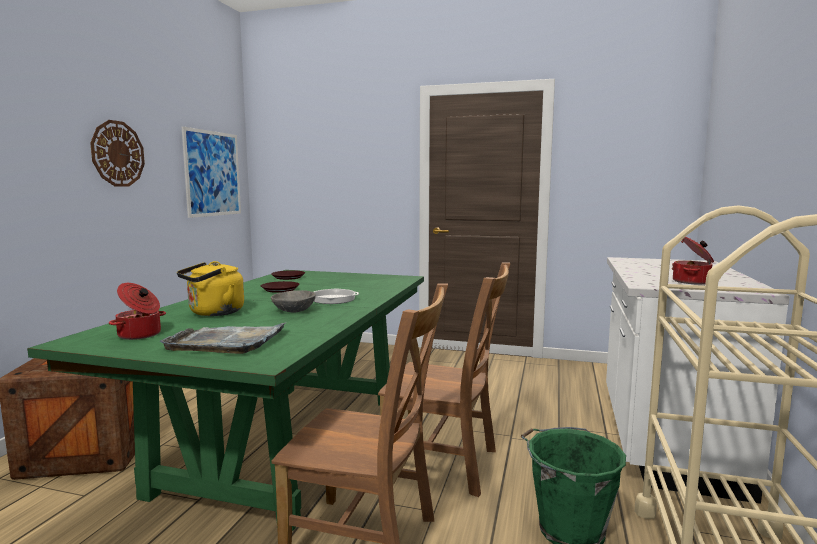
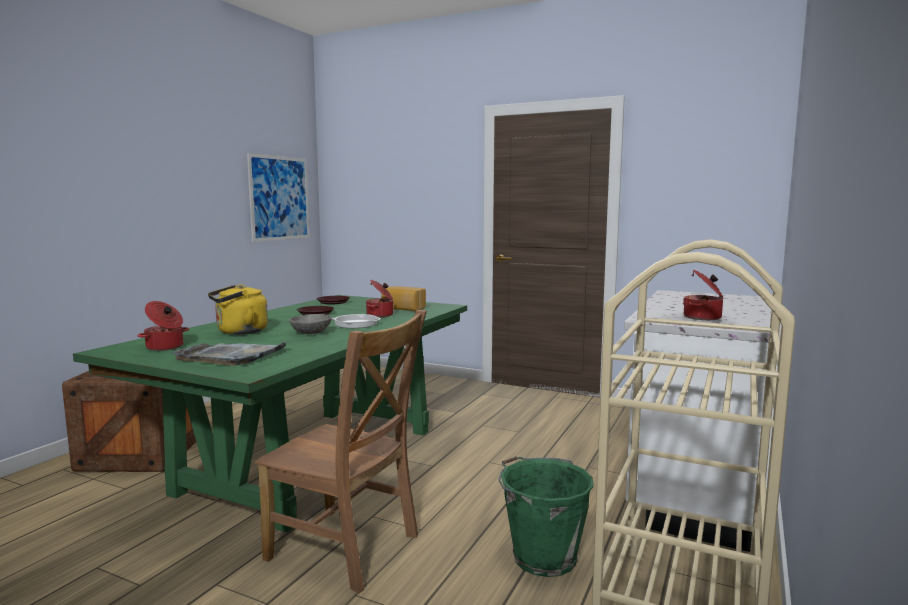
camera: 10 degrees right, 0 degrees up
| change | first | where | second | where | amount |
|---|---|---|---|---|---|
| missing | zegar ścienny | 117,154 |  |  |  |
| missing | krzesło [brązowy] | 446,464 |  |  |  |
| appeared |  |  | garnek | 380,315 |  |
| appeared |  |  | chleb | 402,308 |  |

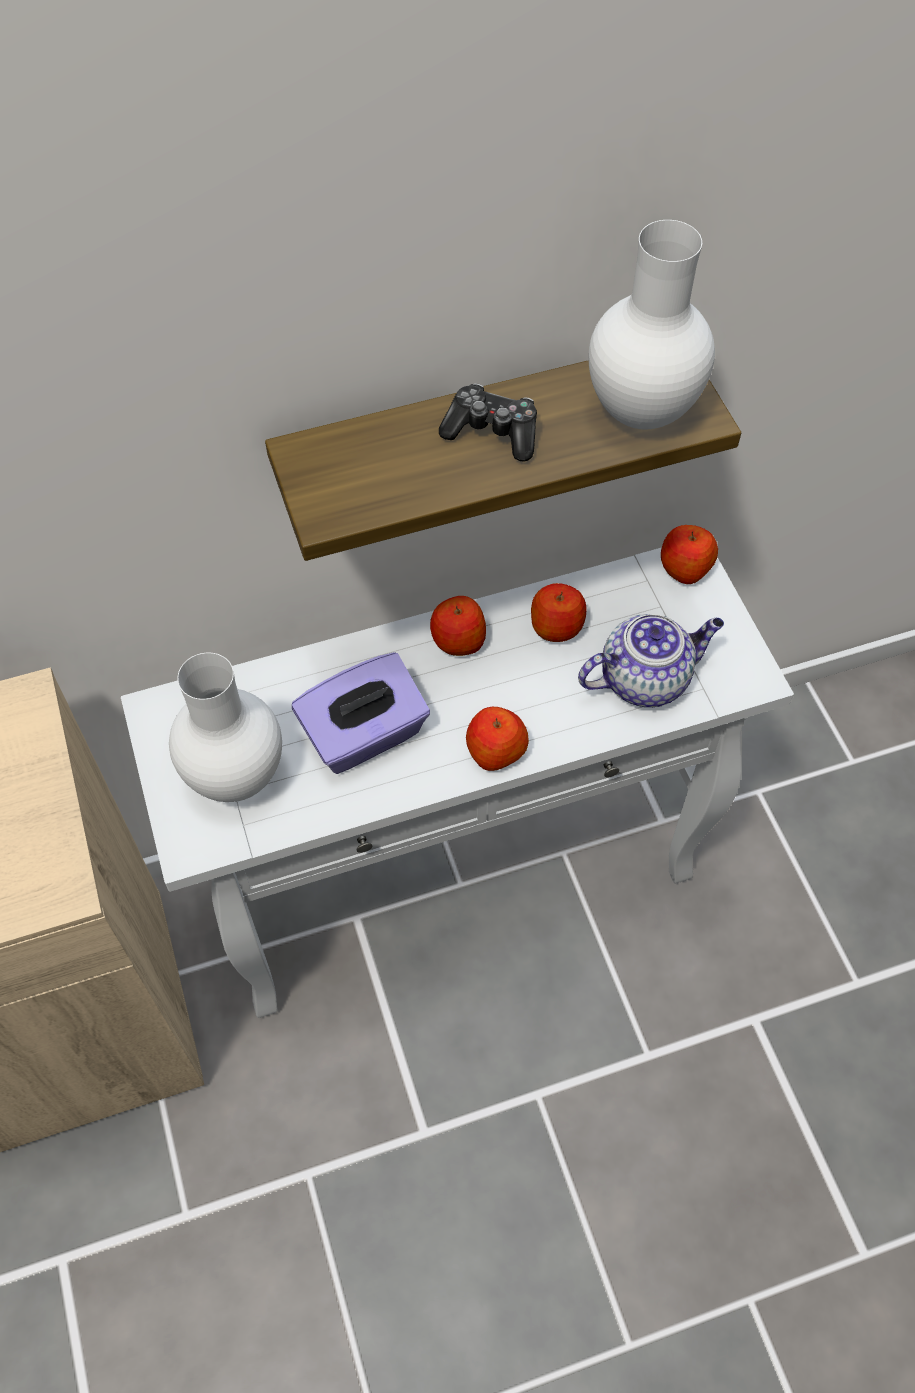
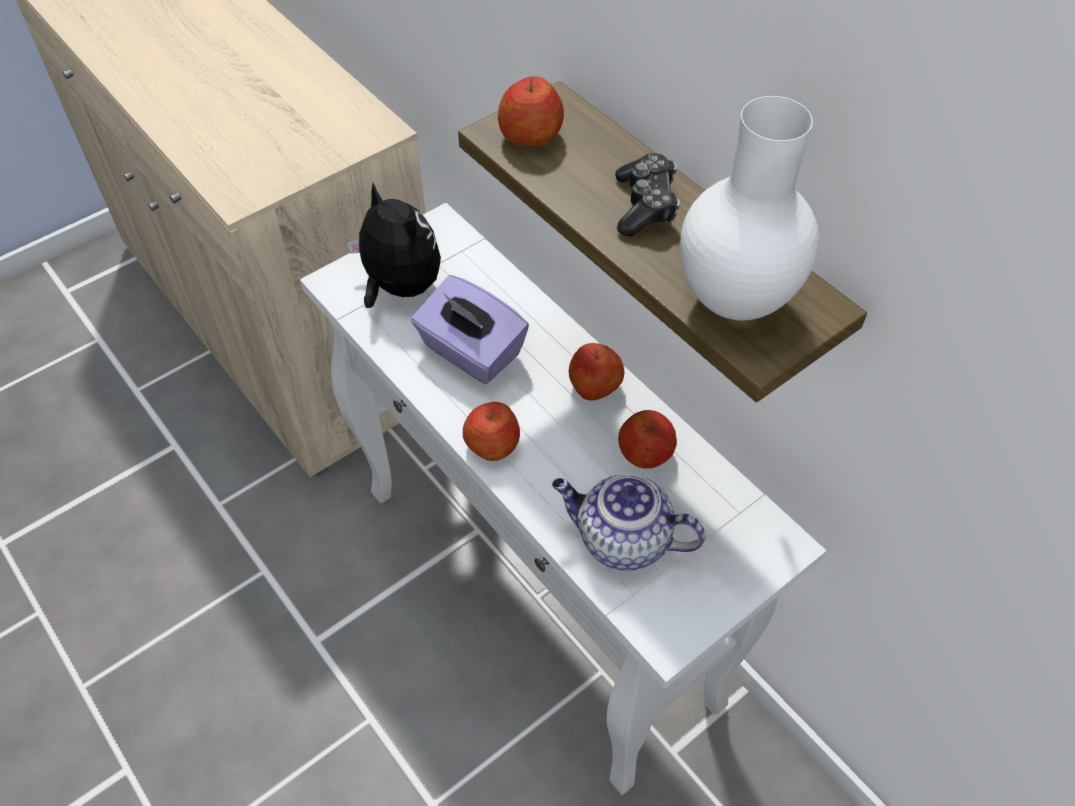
camera: 70 degrees right, 5 degrees down
| change | first | where | second | where | amount |
|---|---|---|---|---|---|
| relocated | jabłko | 685,568 |  | 531,134 |  |
| exchanged | wazon [biały] | 235,779 | pluszak | 399,287 |  |
| spun | imbryk | 645,678 |  | 621,540 | 150 degrees clockwise |

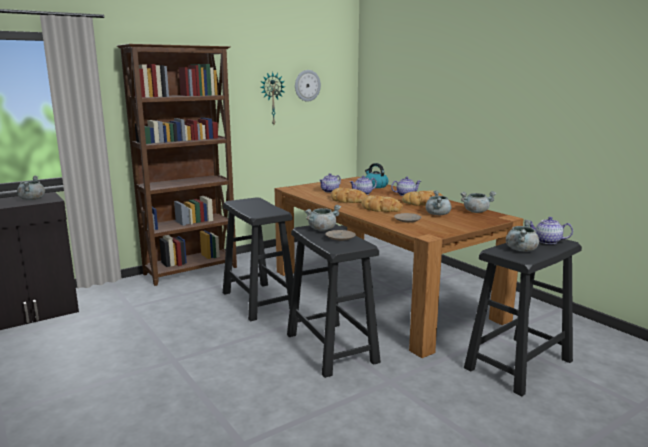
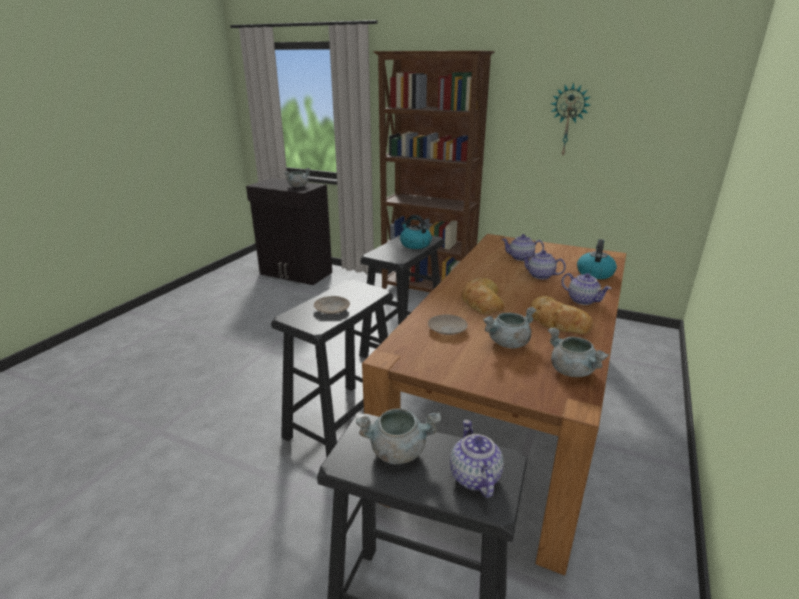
camera: 60 degrees right, 10 degrees up
| change | first | where | second | where | amount |
|---|---|---|---|---|---|
| missing | zegar ścienny | 307,85 |  |  |  |
| missing | garnek [szary] | 322,229 |  |  |  |
| missing | chleb | 347,200 |  |  |  |
| appeared |  |  | czajnik | 415,244 |  |

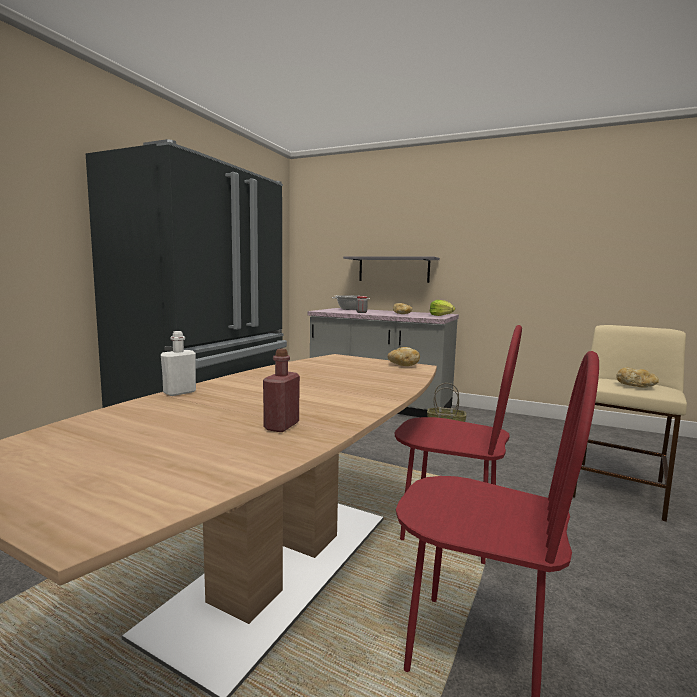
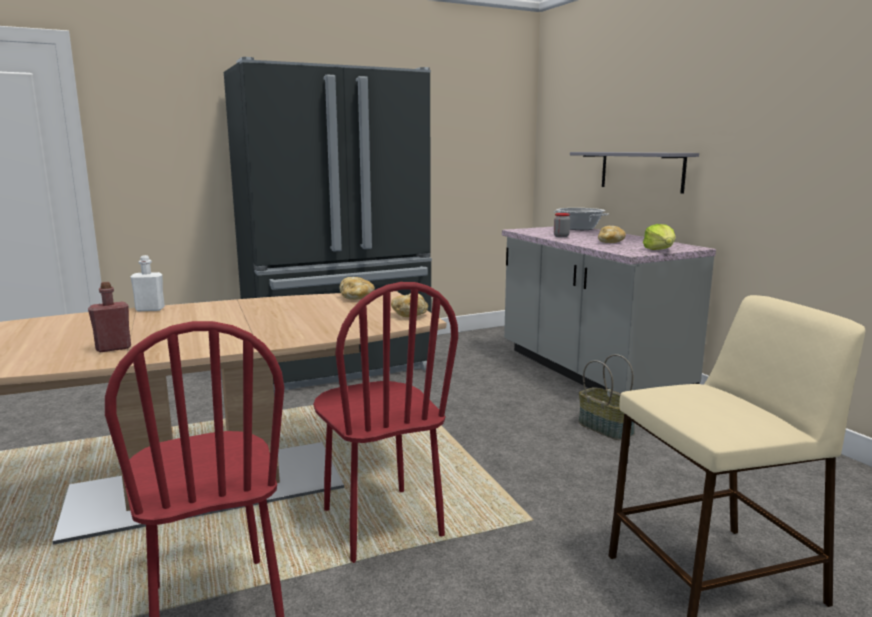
camera: 40 degrees right, 5 degrees up
| change | first | where | second | where | amount |
|---|---|---|---|---|---|
| relocated | chleb | 635,386 |  | 357,298 |  |

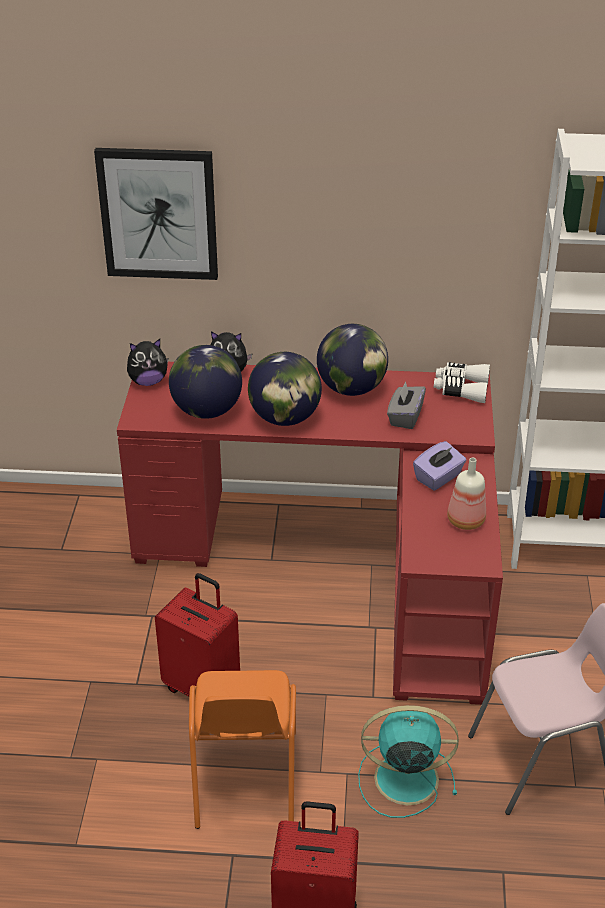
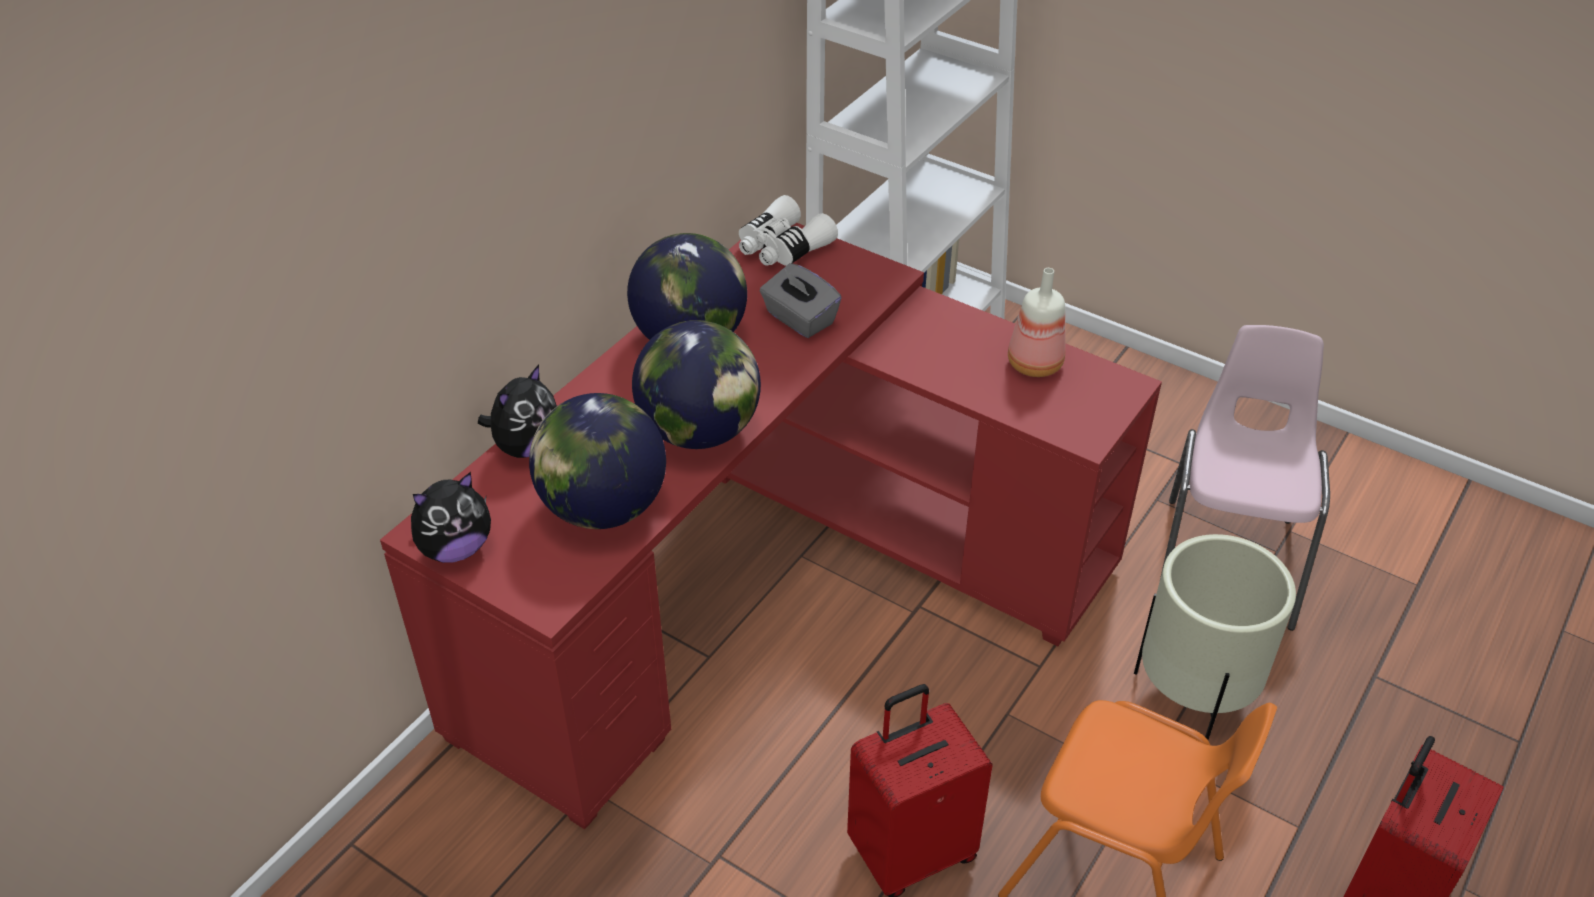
camera: 60 degrees left, 5 degrees up
| change | first | where | second | where | amount |
|---|---|---|---|---|---|
| missing | obraz | 158,214 |  |  |  |
| missing | pudełko chusteczek [fioletowy] | 438,478 |  |  |  |
| exchanged | wentylator [turkusowy] | 403,778 | donica [beżowy] | 1193,701 |  |
| spun | pluszak | 148,381 |  | 455,548 | 45 degrees clockwise |

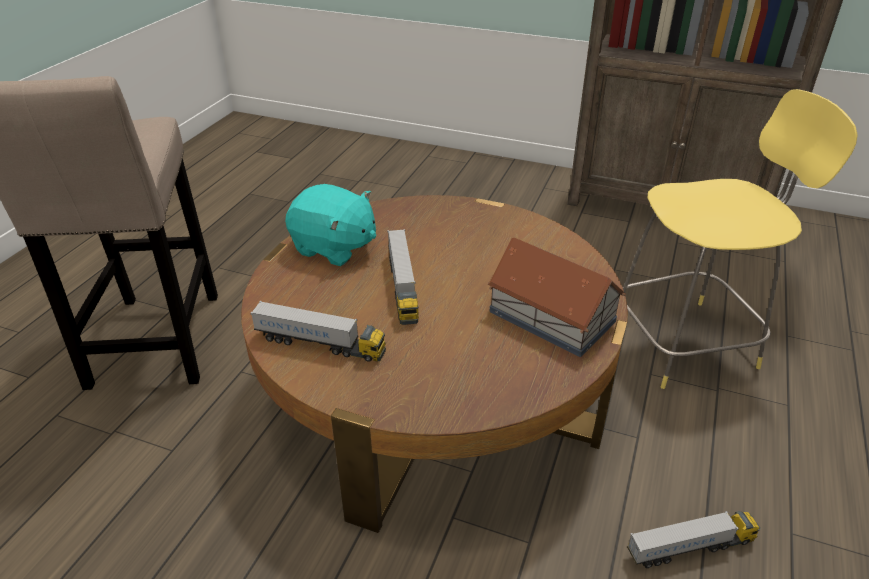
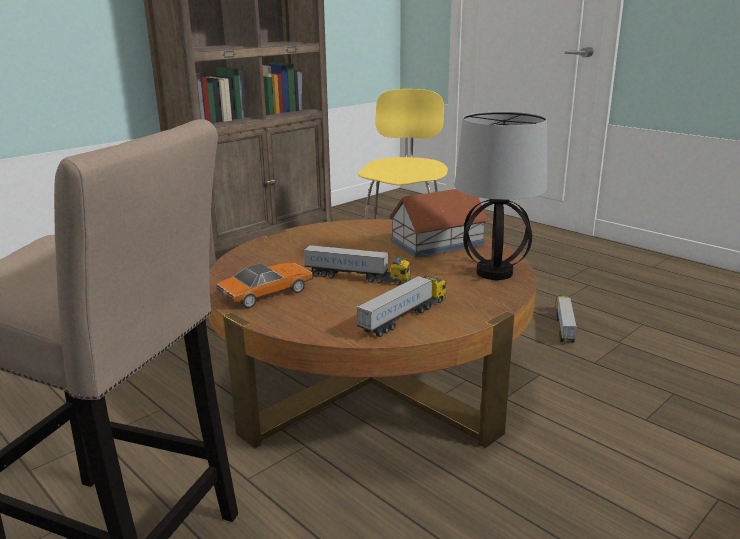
camera: 65 degrees left, 15 degrees down
| change | first | where | second | where | amount |
|---|---|---|---|---|---|
| appeared |  |  | lampa stołowa | 495,272 |  |
| exchanged | pluszak [turkusowy] | 334,248 | samochodzik | 266,293 |  |

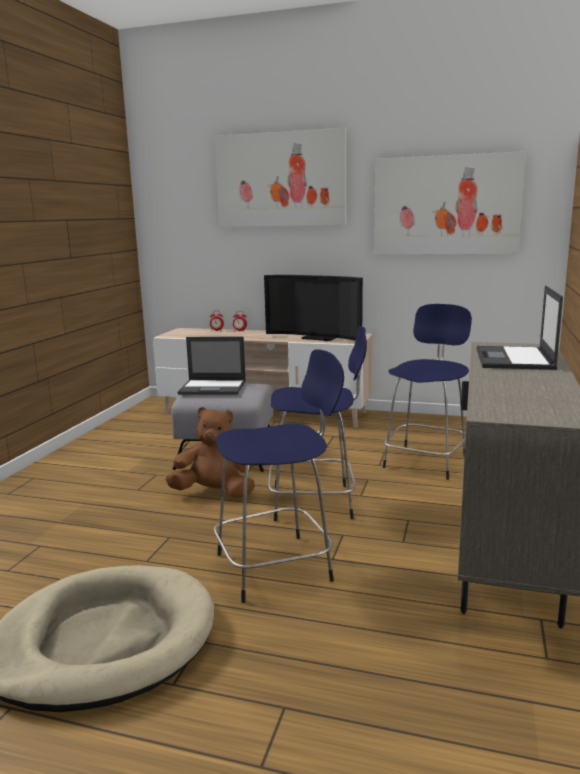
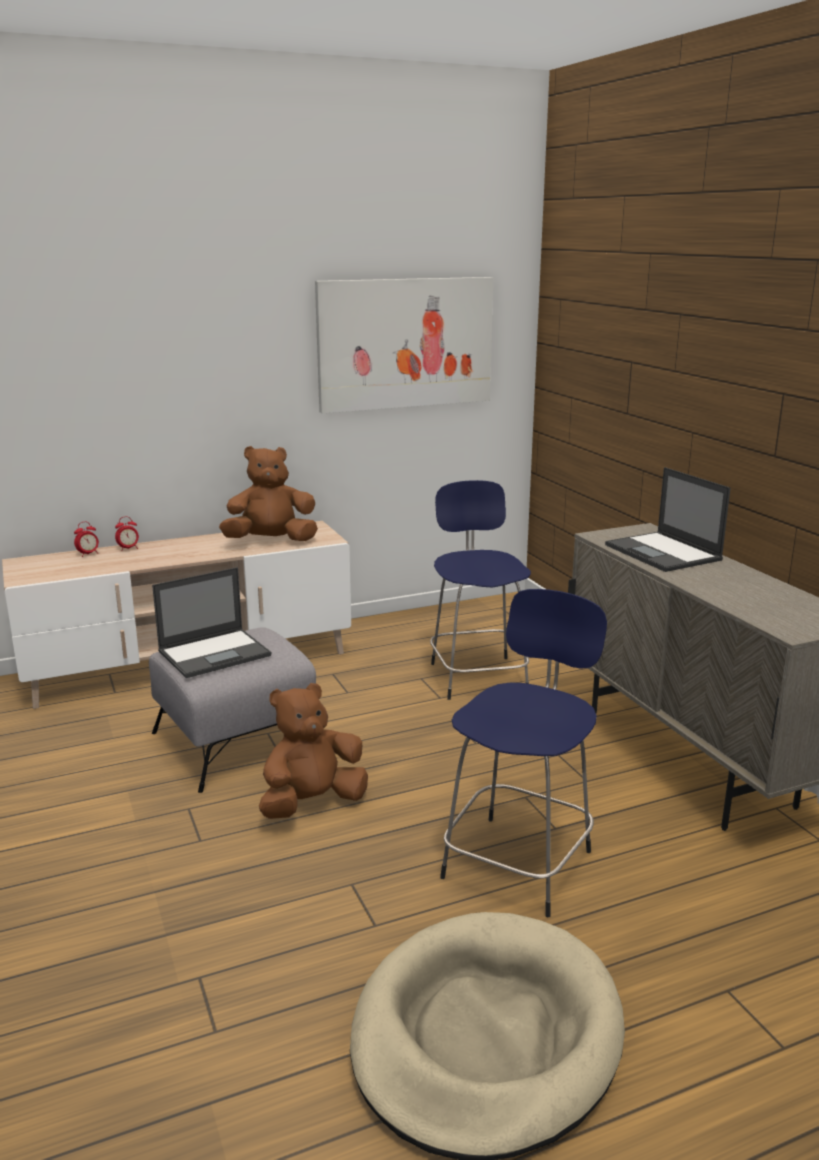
camera: 40 degrees left, 5 degrees up
| change | first | where | second | where | amount |
|---|---|---|---|---|---|
| missing | obraz | 280,180 |  |  |  |
| missing | stołek [niebieski] | 316,502 |  |  |  |
| exchanged | telewizor | 318,338 | pluszak [brązowy] | 271,541 |  |

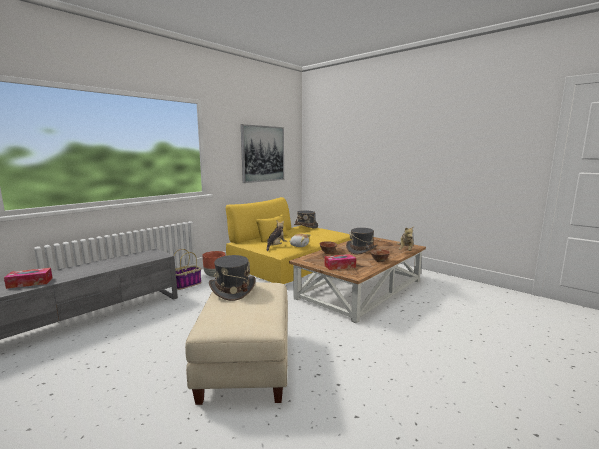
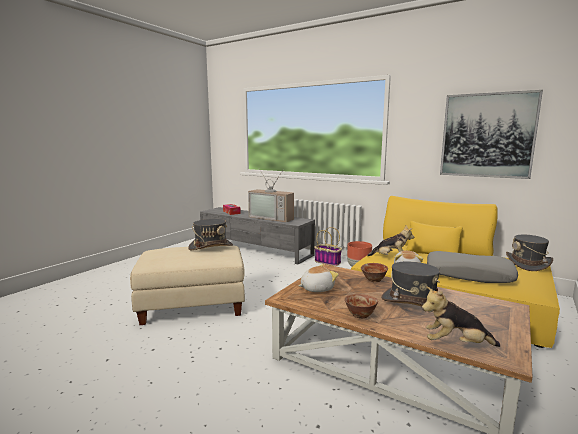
camera: 80 degrees right, 0 degrees up
| change | first | where | second | where | amount |
|---|---|---|---|---|---|
| appeared |  |  | telewizor | 273,218 |  |
| appeared |  |  | poduszka [szary] | 468,275 |  |
| exchanged | pudełko chusteczek | 340,266 | pluszak | 316,288 |  |

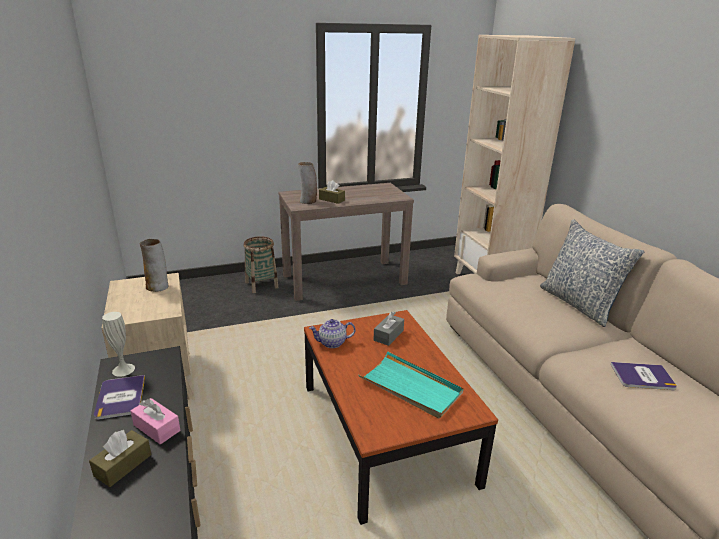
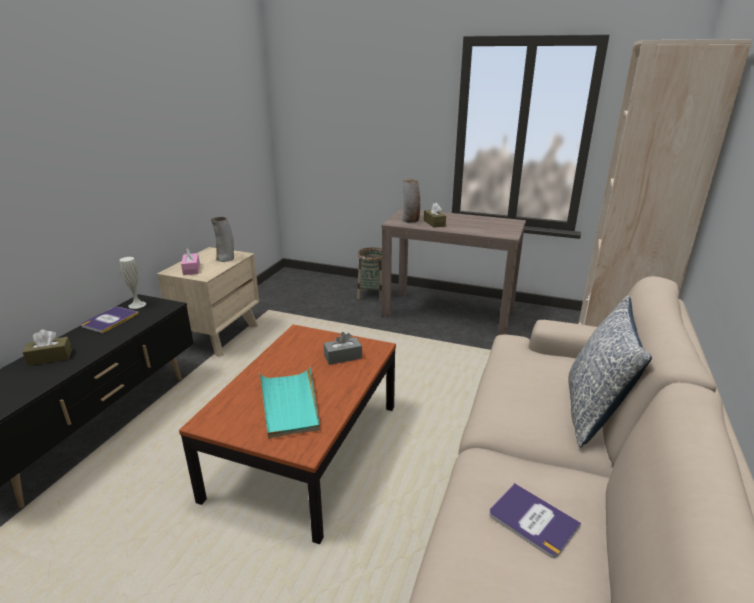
camera: 40 degrees right, 0 degrees up
| change | first | where | second | where | amount |
|---|---|---|---|---|---|
| missing | imbryk | 332,343 |  |  |  |
| relocated | pudełko chusteczek [różowy] | 157,428 |  | 191,269 |  |

